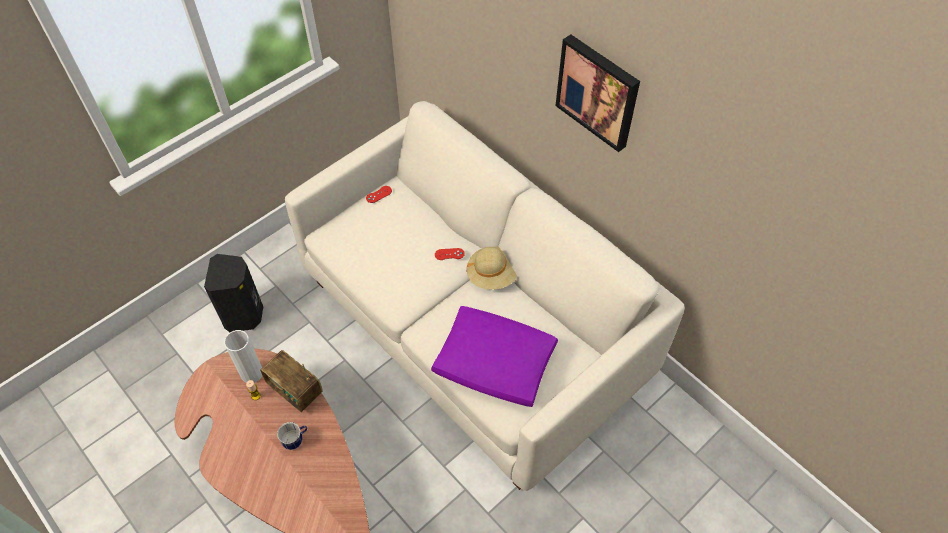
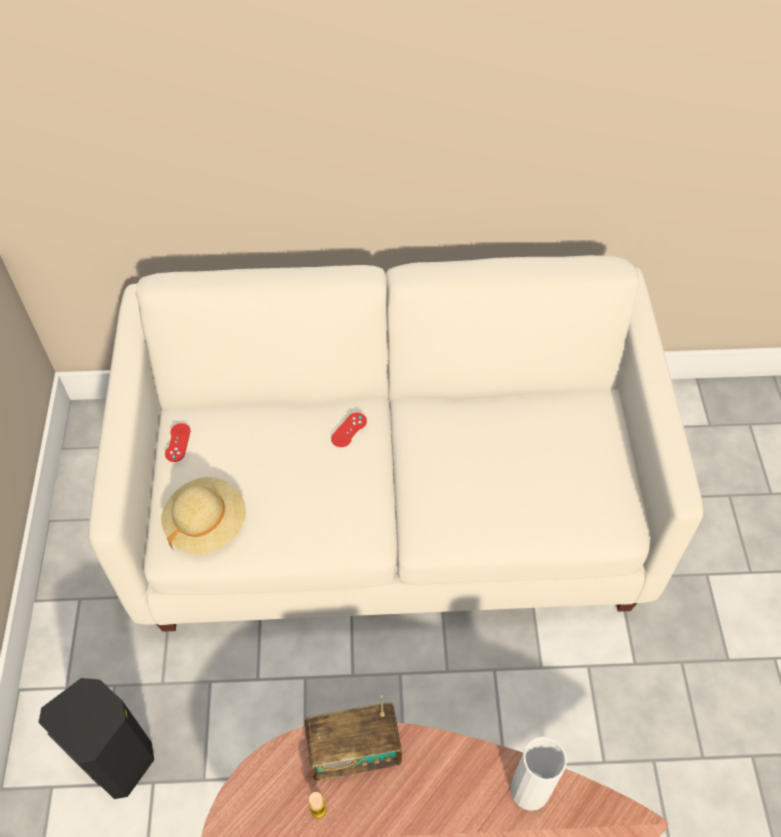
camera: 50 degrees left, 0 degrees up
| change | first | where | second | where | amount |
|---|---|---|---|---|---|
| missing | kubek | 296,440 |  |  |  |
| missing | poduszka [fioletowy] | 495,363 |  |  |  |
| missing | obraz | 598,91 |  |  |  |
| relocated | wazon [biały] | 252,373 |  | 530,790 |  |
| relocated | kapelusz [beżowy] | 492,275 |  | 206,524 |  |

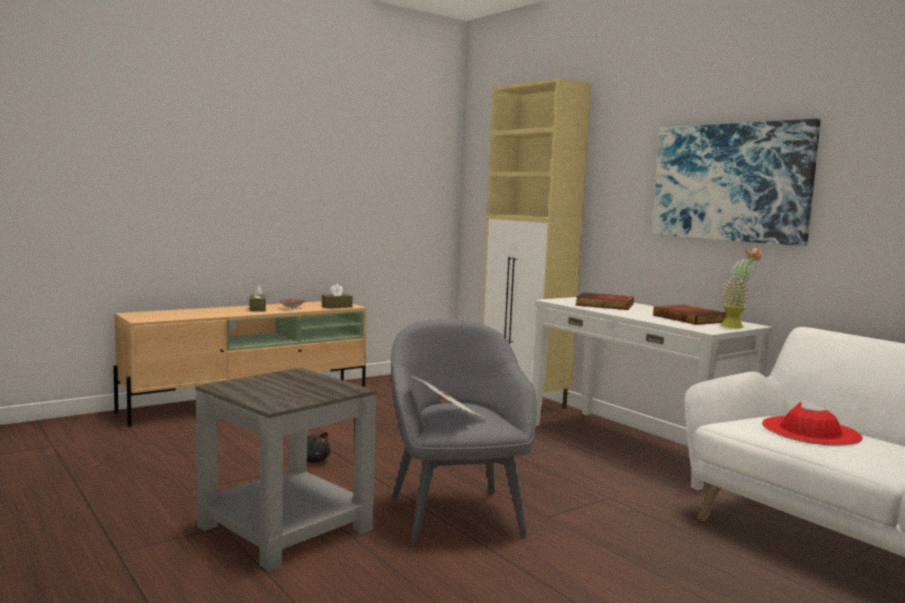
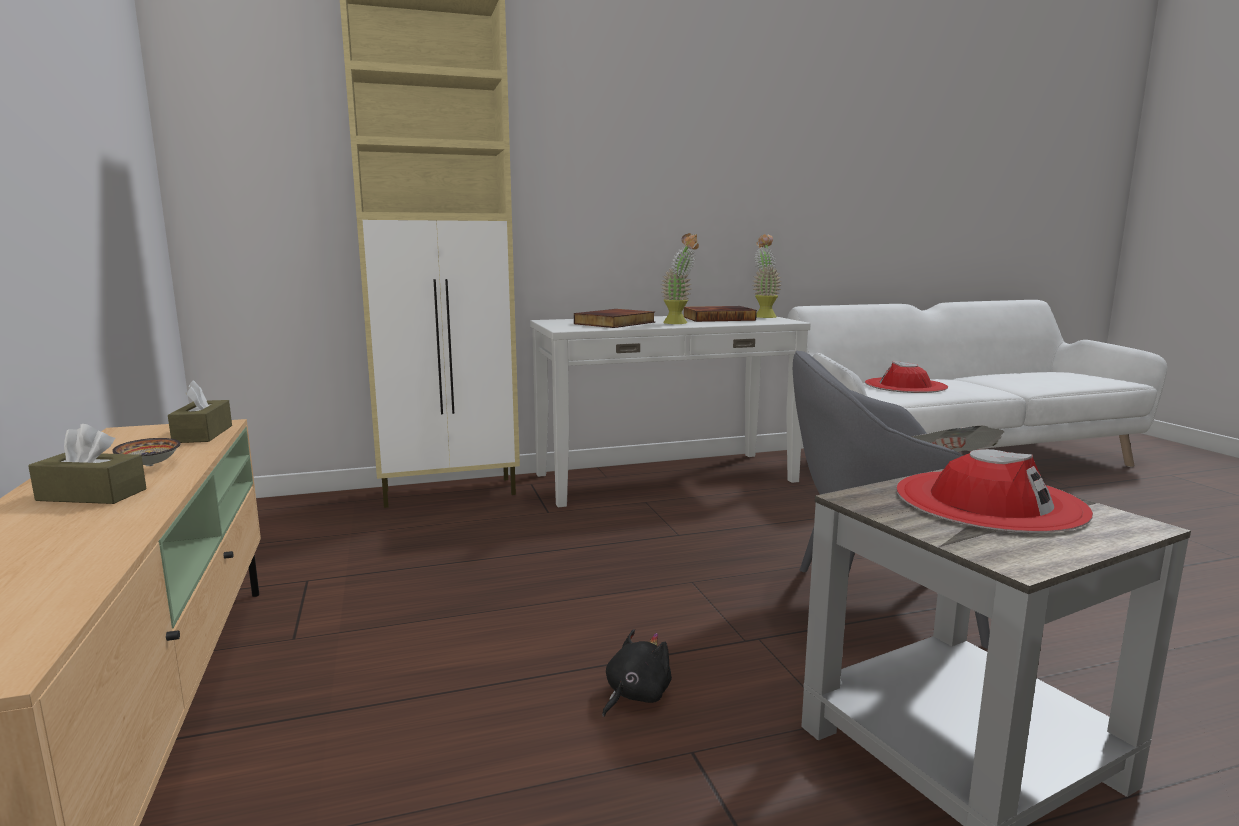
camera: 70 degrees left, 5 degrees up
| change | first | where | second | where | amount |
|---|---|---|---|---|---|
| missing | obraz | 730,182 |  |  |  |
| appeared |  |  | roślina doniczkowa | 679,323 |  |
| appeared |  |  | kapelusz [czerwony] | 988,501 |  |

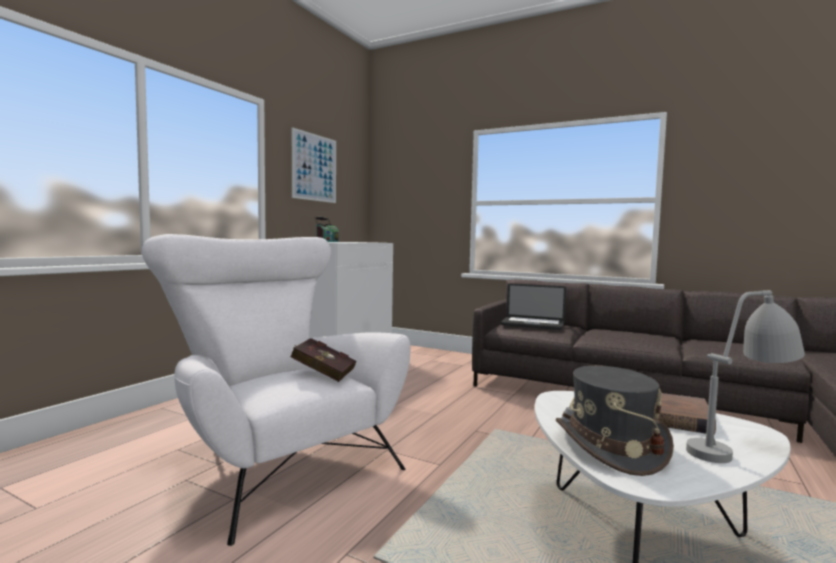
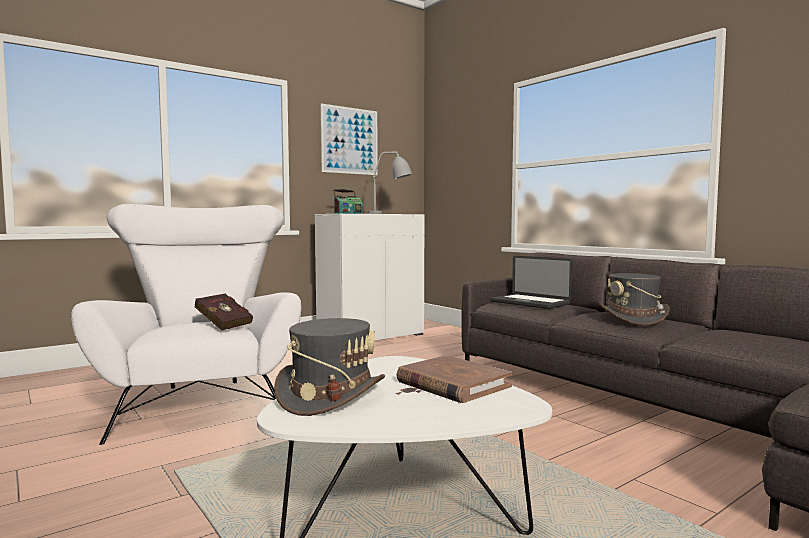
camera: 25 degrees right, 0 degrees up
| change | first | where | second | where | amount |
|---|---|---|---|---|---|
| appeared |  |  | kapelusz [szary] | 633,318 |  |
| relocated | lampa stołowa [szary] | 741,449 |  | 391,213 |  |

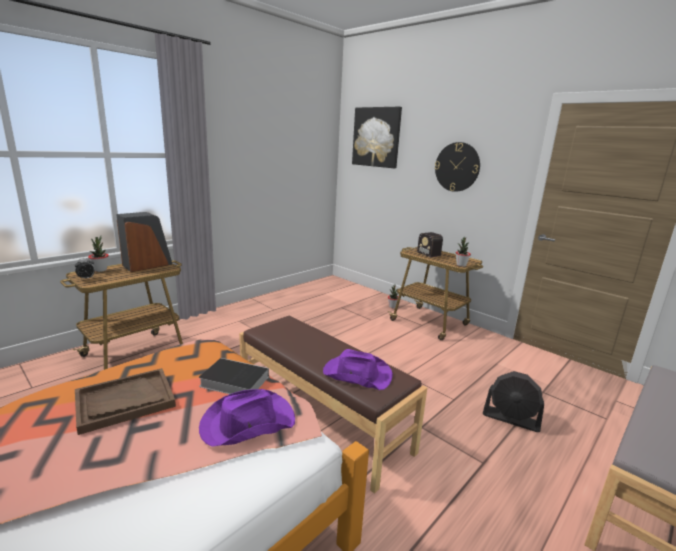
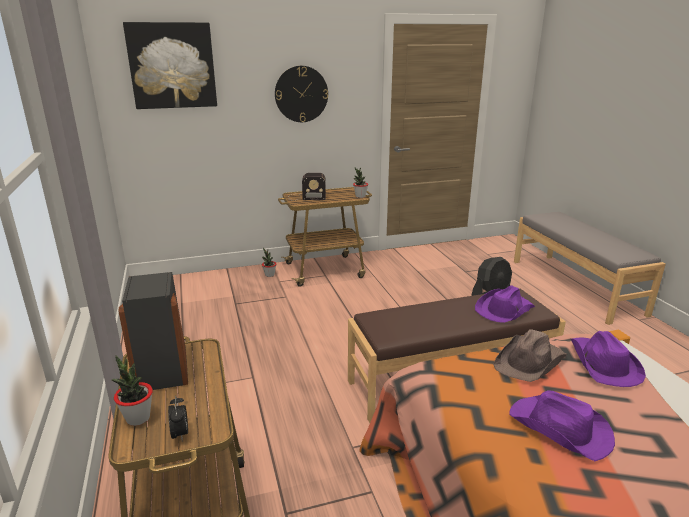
camera: 60 degrees left, 5 degrees up
| change | first | where | second | where | amount |
|---|---|---|---|---|---|
| exchanged | taca [brązowy] | 125,401 | kapelusz [fioletowy] | 560,429 |  |
| exchanged | książka | 232,381 | kapelusz [brązowy] | 530,361 |  |

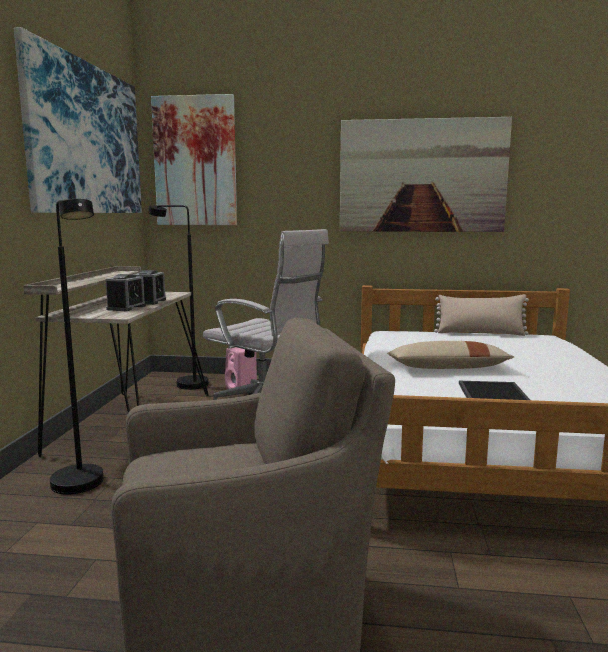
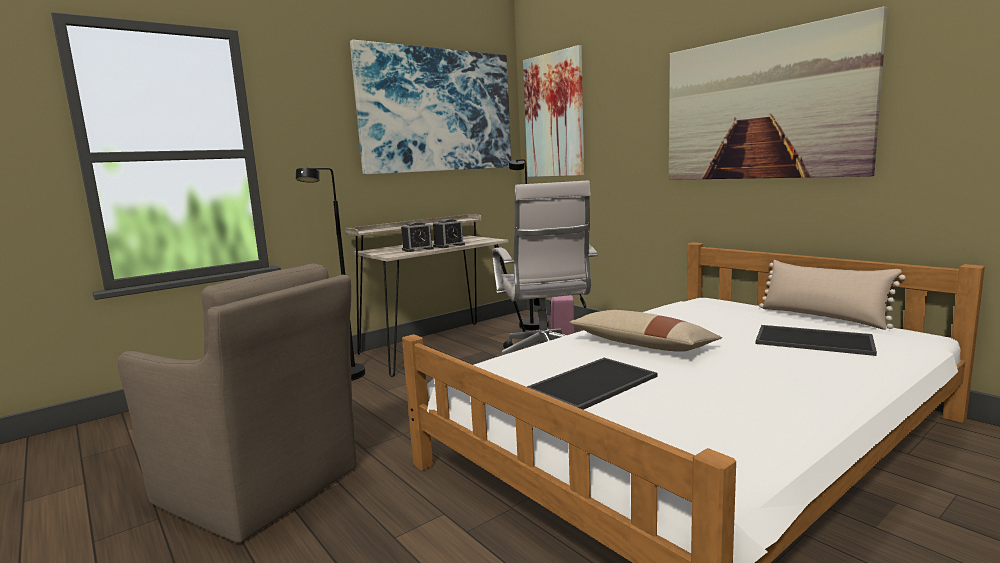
camera: 45 degrees right, 0 degrees up
| change | first | where | second | where | amount |
|---|---|---|---|---|---|
| appeared |  |  | taca | 815,340 |  |

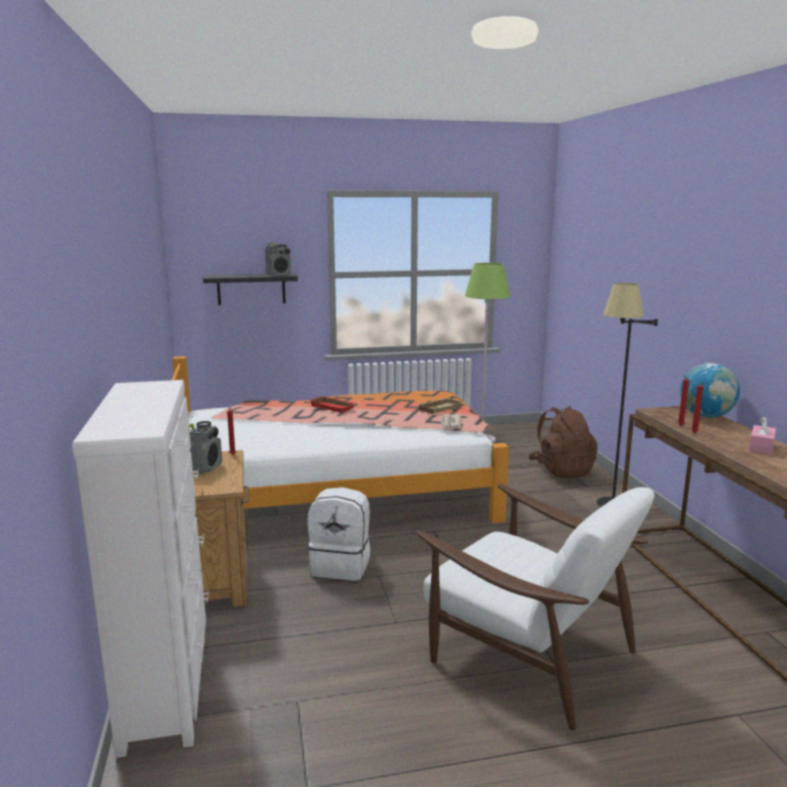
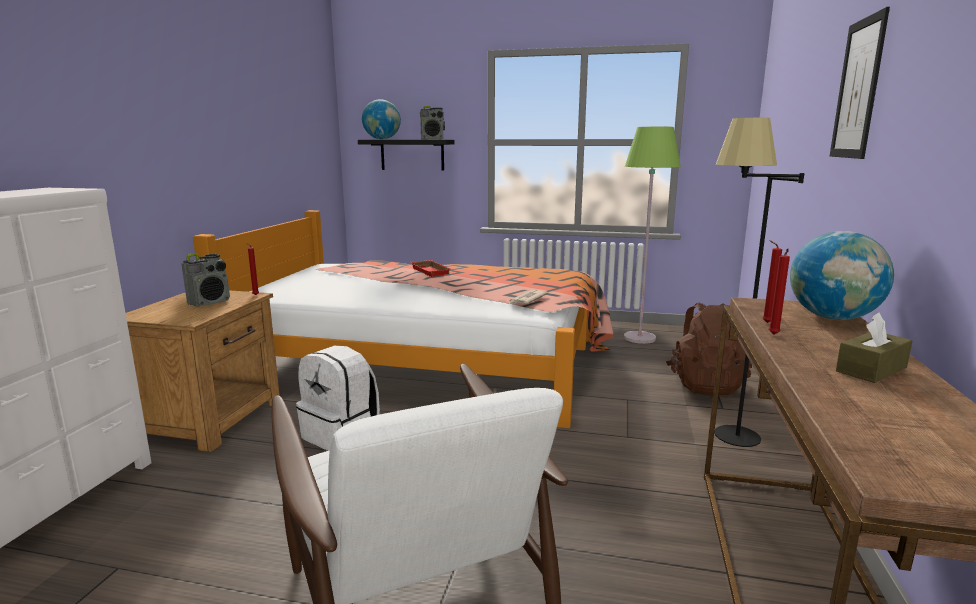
camera: 25 degrees right, 0 degrees up
| change | first | where | second | where | amount |
|---|---|---|---|---|---|
| missing | taca [beżowy] | 439,408 |  |  |  |
| appeared |  |  | globus | 382,139 |  |
| appeared |  |  | obraz | 858,89 |  |
| colour | pudełko chusteczek [różowy] | 761,447 | pudełko chusteczek [brązowy] | 871,369 |  |

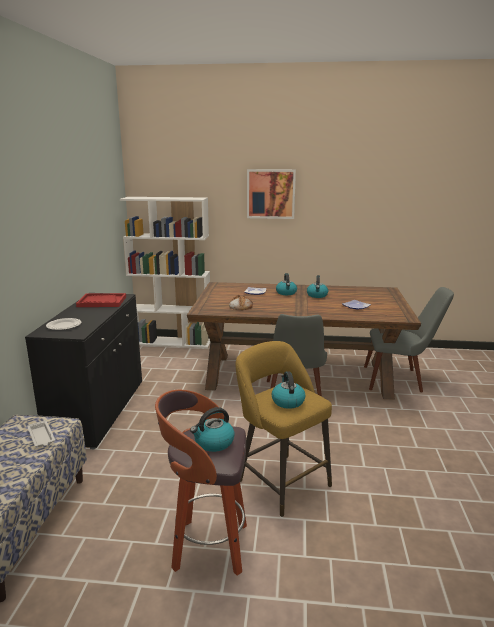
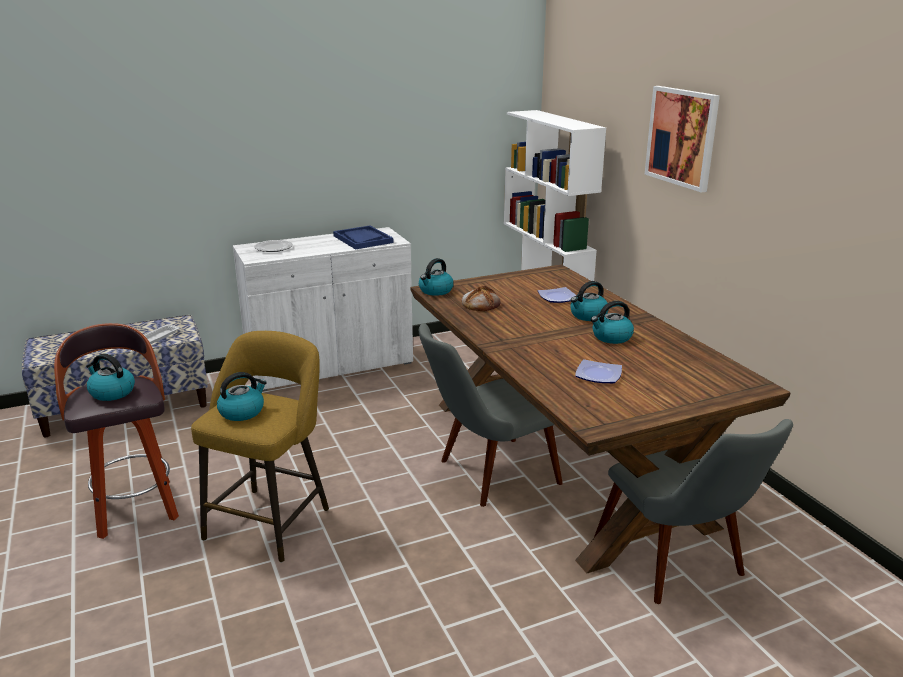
camera: 60 degrees right, 5 degrees up
| change | first | where | second | where | amount |
|---|---|---|---|---|---|
| appeared |  |  | czajnik | 435,291 |  |
| colour | szafka [czarny] | 98,411 | szafka [biały] | 330,365 |  |
| colour | taca [czerwony] | 102,302 | taca [niebieski] | 362,239 |  |

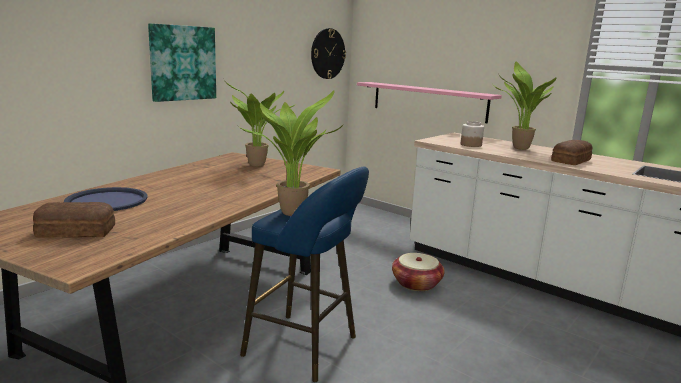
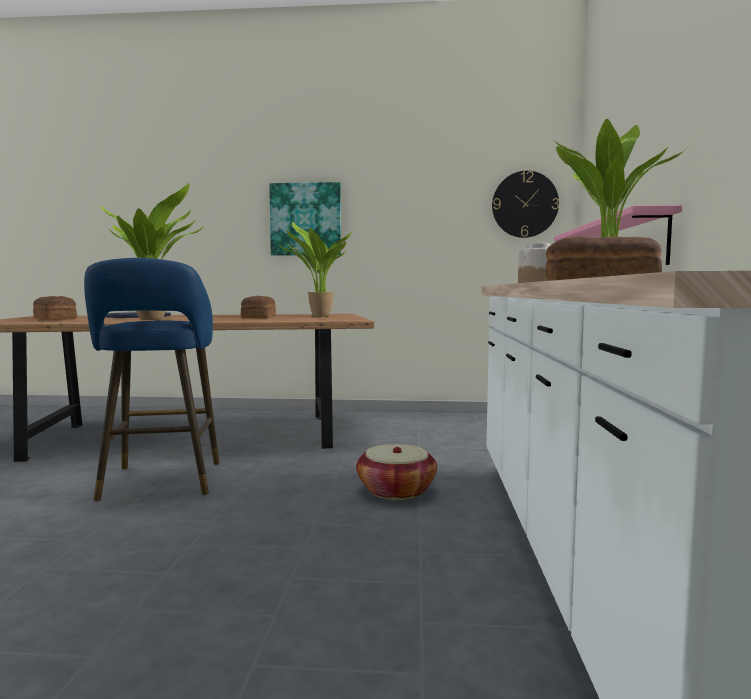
camera: 55 degrees right, 10 degrees down
| change | first | where | second | where | amount |
|---|---|---|---|---|---|
| appeared |  |  | chleb | 258,317 |  |

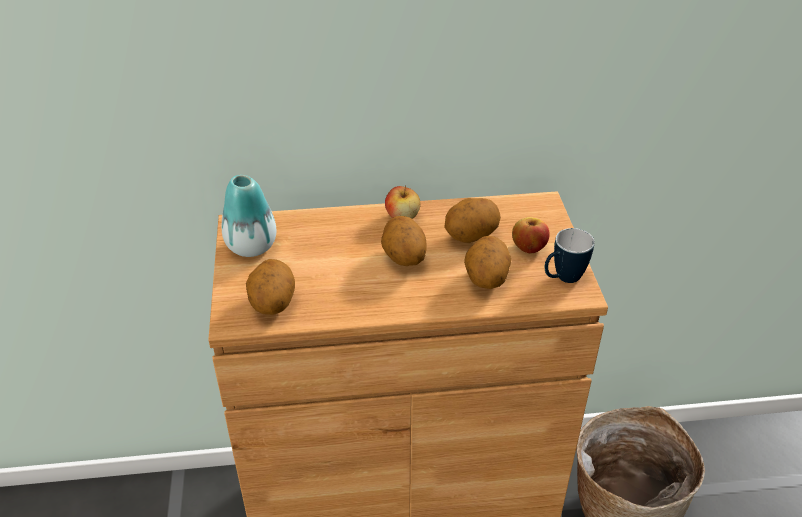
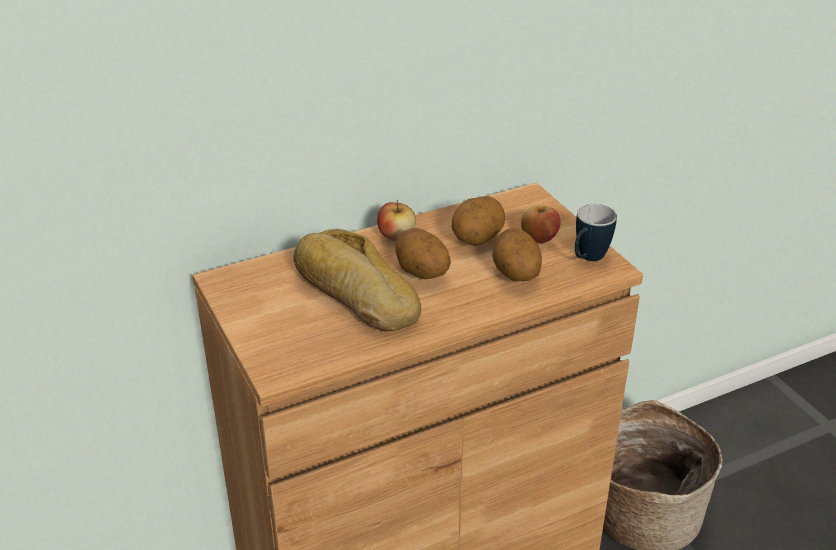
camera: 20 degrees left, 5 degrees down
| change | first | where | second | where | amount |
|---|---|---|---|---|---|
| missing | wazon | 251,246 |  |  |  |
| missing | ziemniak | 272,304 |  |  |  |
| appeared |  |  | chleb | 354,293 |  |

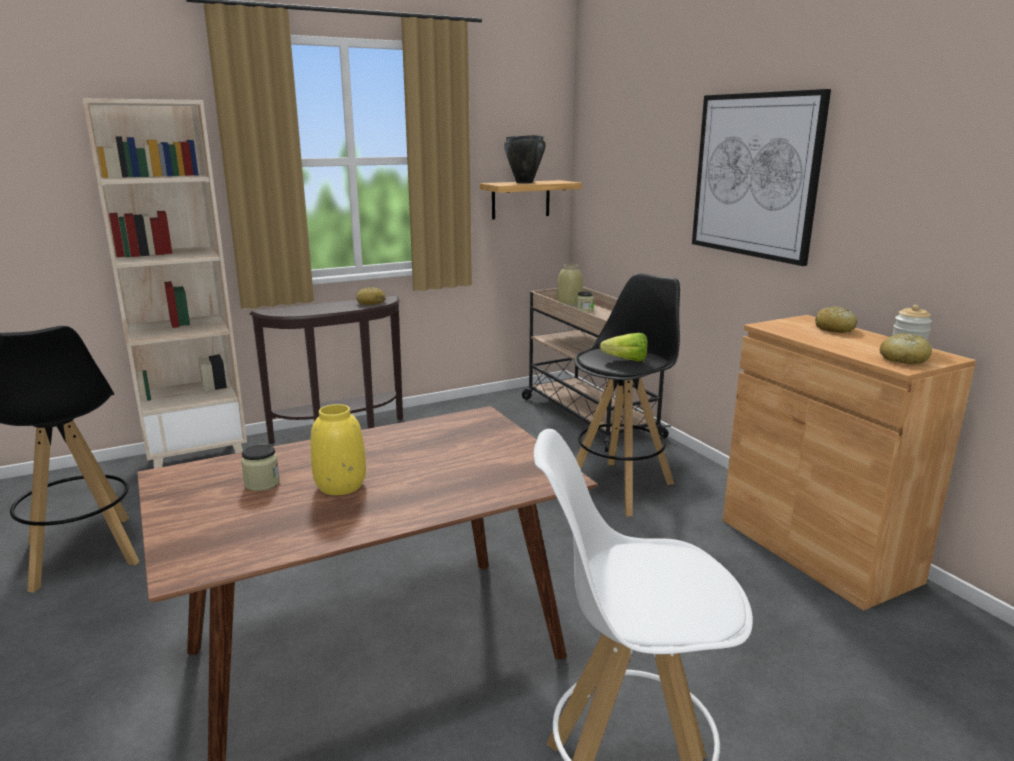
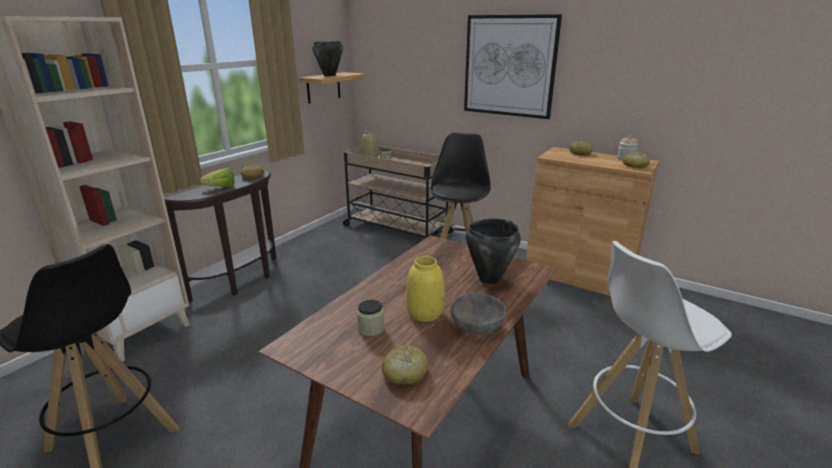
camera: 30 degrees left, 5 degrees up
| change | first | where | second | where | amount |
|---|---|---|---|---|---|
| appeared |  |  | chleb | 404,373 |  |
| appeared |  |  | miska [szary] | 476,326 |  |
| appeared |  |  | garnek [czarny] | 489,278 |  |
| relocated | sałata | 622,360 |  | 218,188 |  |

